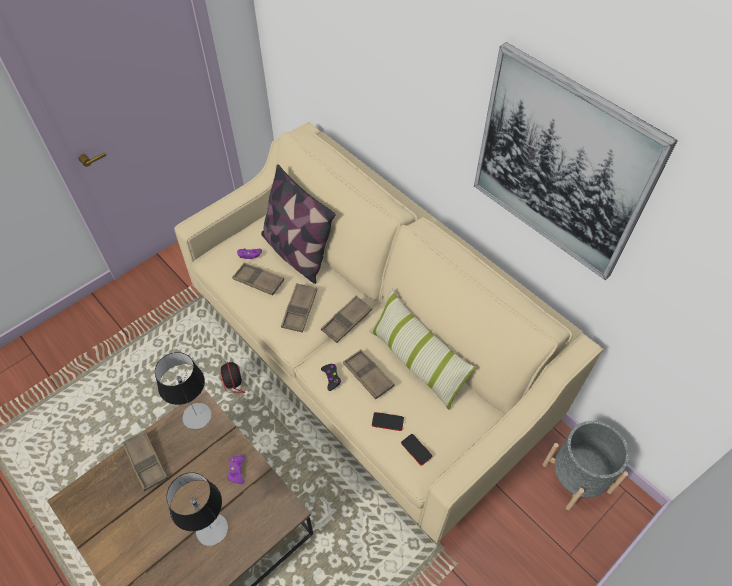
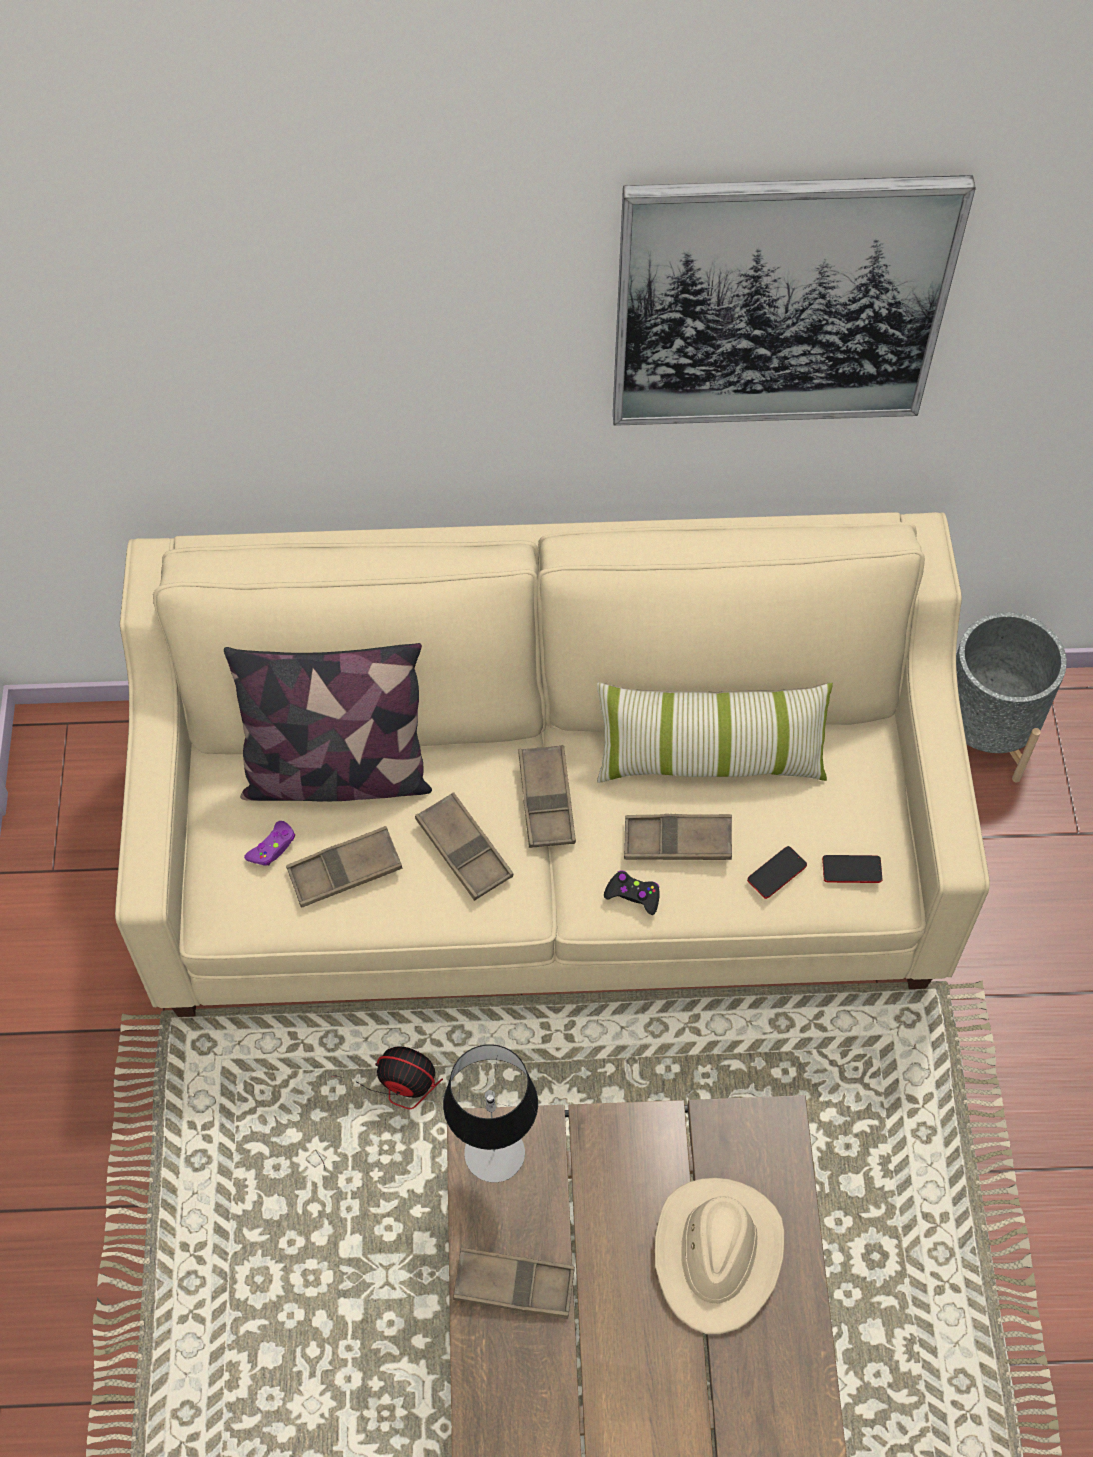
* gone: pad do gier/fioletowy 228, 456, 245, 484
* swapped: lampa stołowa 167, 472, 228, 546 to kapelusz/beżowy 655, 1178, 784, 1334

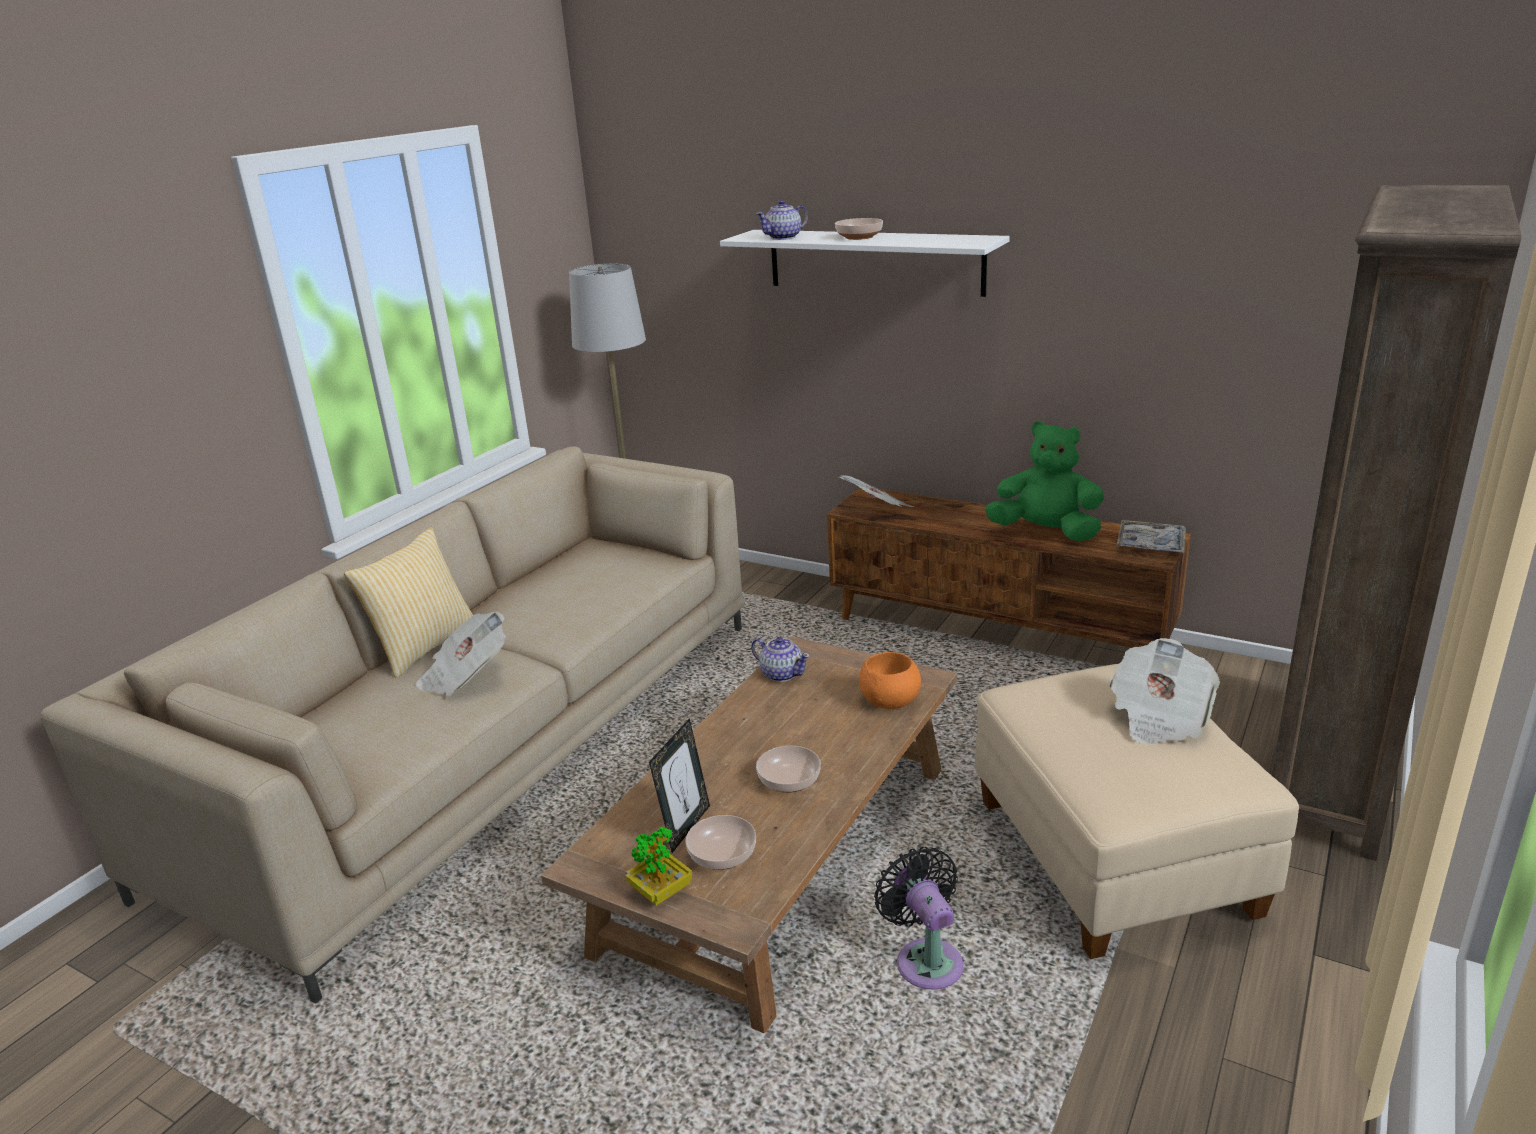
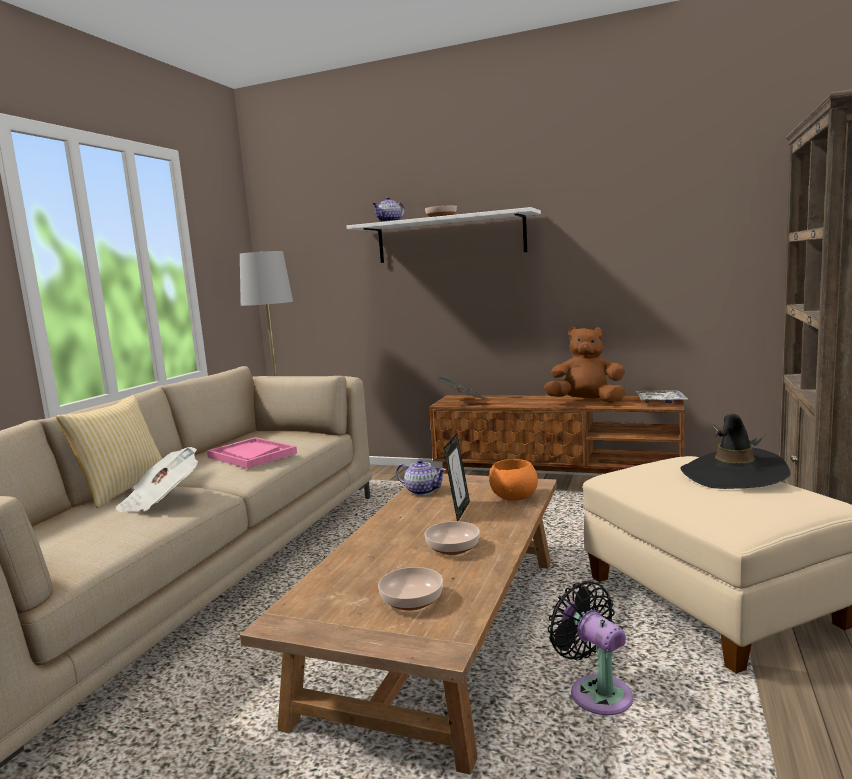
* gone: roślina doniczkowa 625, 826, 693, 906
* new: taca/różowy 207, 437, 297, 469
* shifted: ramka na zdjęcie 649, 718, 710, 853 to 443, 434, 470, 521
* swapped: gazeta 1110, 638, 1220, 744 to kapelusz/czarny 680, 414, 791, 489
* repainted: pluszak/zielony 985, 421, 1104, 542 to pluszak/brązowy 544, 327, 626, 403

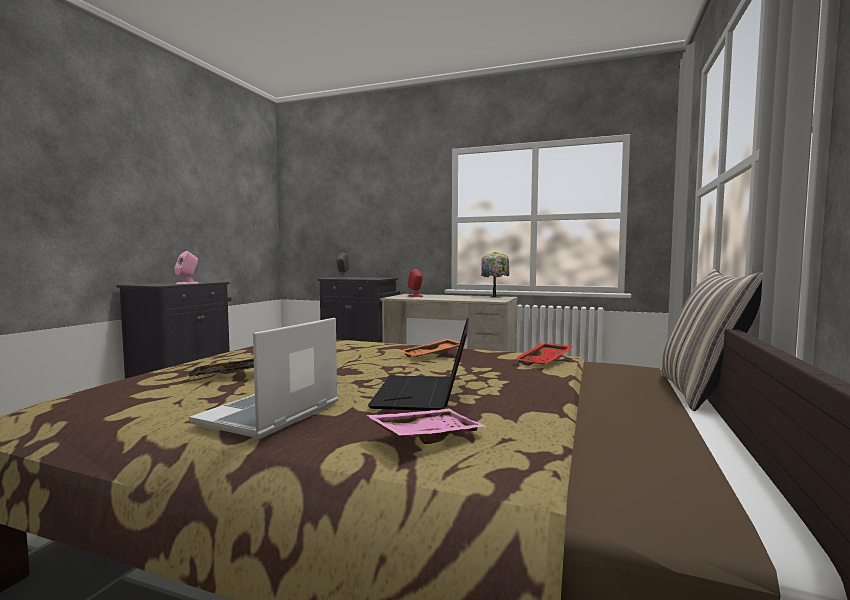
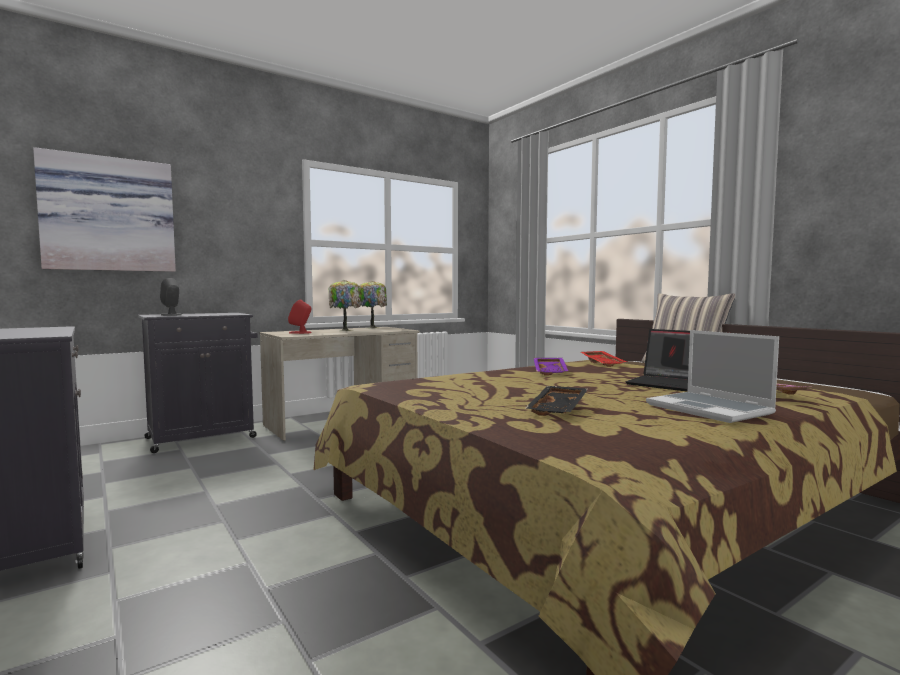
* gone: głośnik/różowy 174, 251, 199, 284
* new: obraz 33, 147, 176, 272
* new: lampa stołowa 329, 280, 361, 331
* repainted: taca/pomarańczowy 401, 339, 460, 358 to taca/fioletowy 534, 358, 568, 376

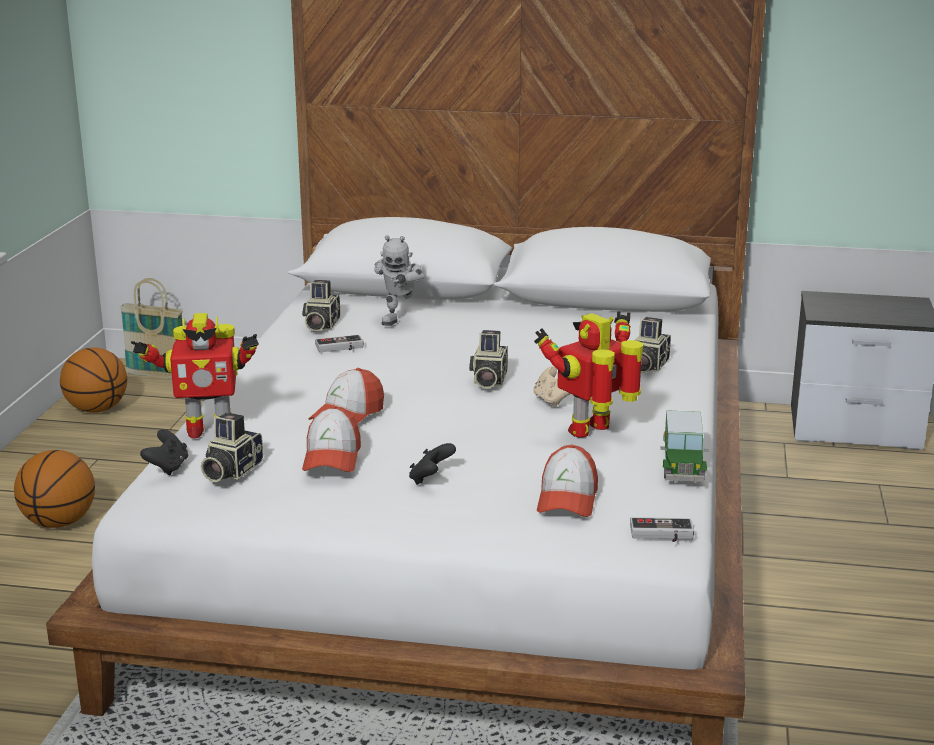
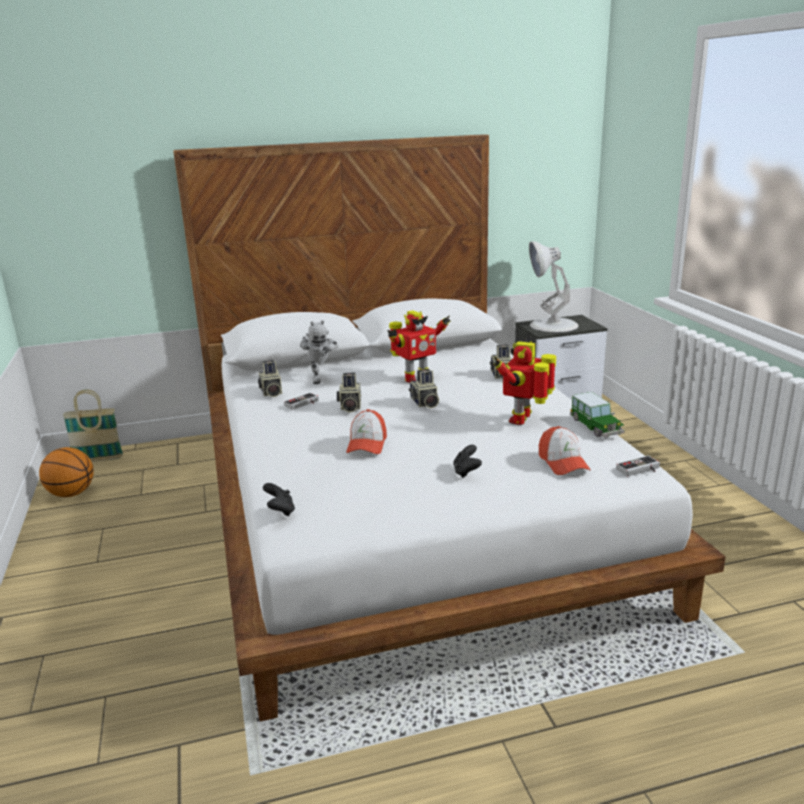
* gone: piłka do koszykówki 14, 450, 95, 528
* gone: czapka z daszkiem 302, 406, 361, 472
* gone: pad do gier/beżowy 534, 367, 571, 407
* new: lampa stołowa/biały 529, 241, 579, 333
* shifted: robot zabawkowy 131, 313, 259, 439 to 388, 310, 450, 383
* shifted: aparat fotograficzny 201, 412, 263, 482 to 337, 373, 361, 412

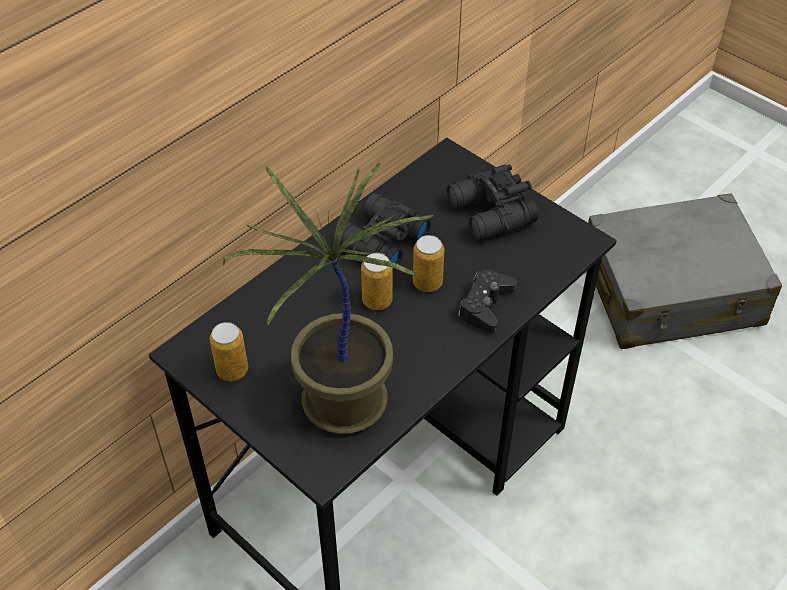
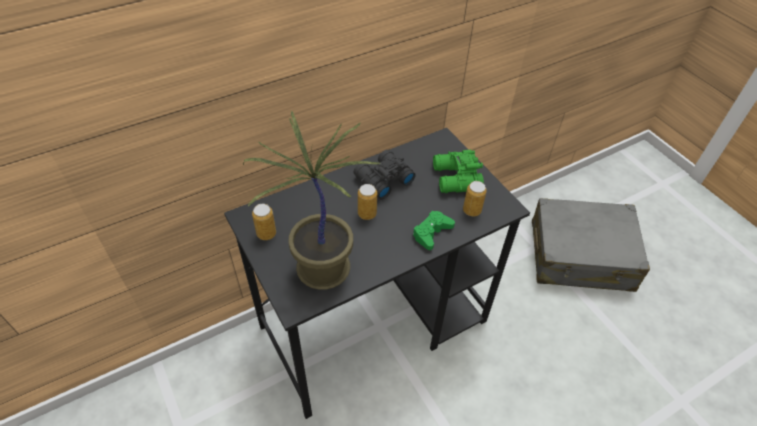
* shifted: puszka 413, 235, 444, 292 to 463, 181, 487, 216
* repainted: lornetka/czarny 447, 164, 538, 241 to lornetka/zielony 433, 150, 484, 193
* repainted: pad do gier/czarny 458, 270, 517, 332 to pad do gier/zielony 413, 211, 455, 250

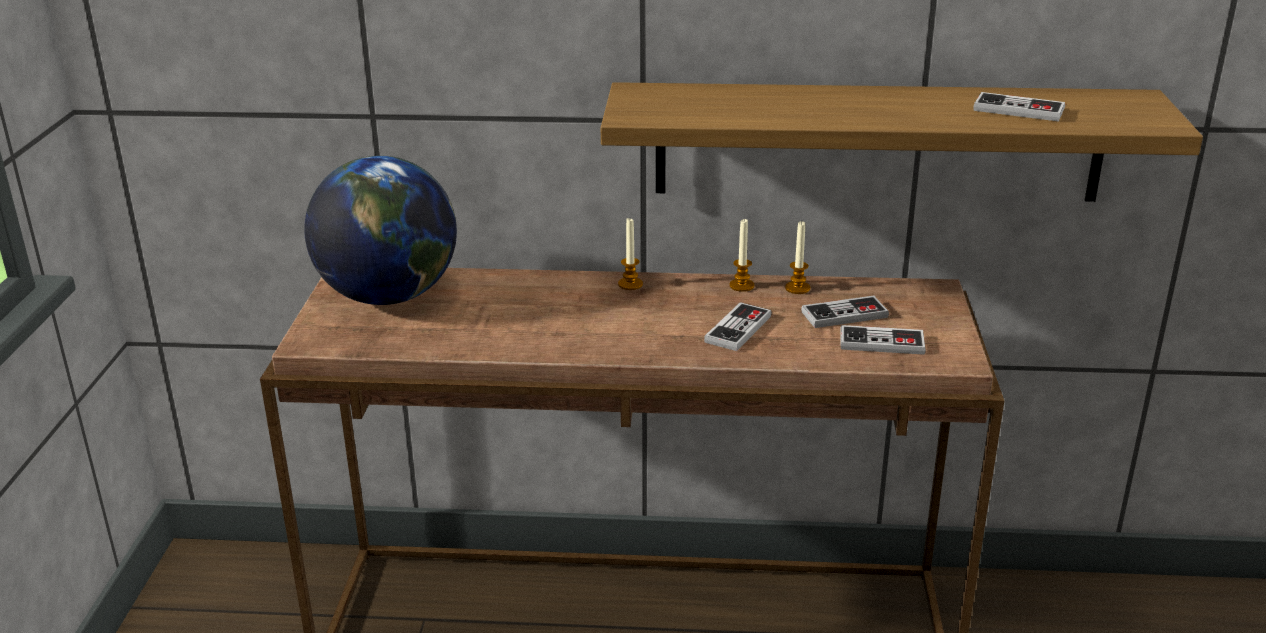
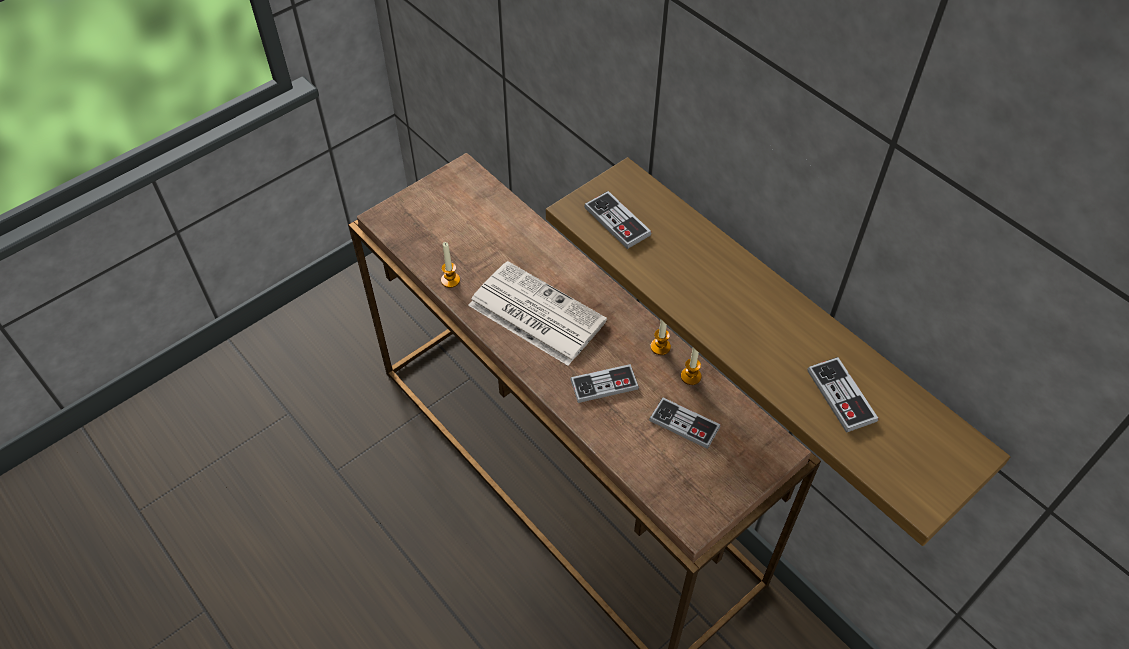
* gone: globus 304, 156, 457, 305
* new: gazeta 468, 261, 607, 366
* shifted: świeca 618, 218, 643, 290 to 441, 242, 460, 288
* shifted: pad do gier 840, 325, 926, 355 to 584, 191, 652, 249

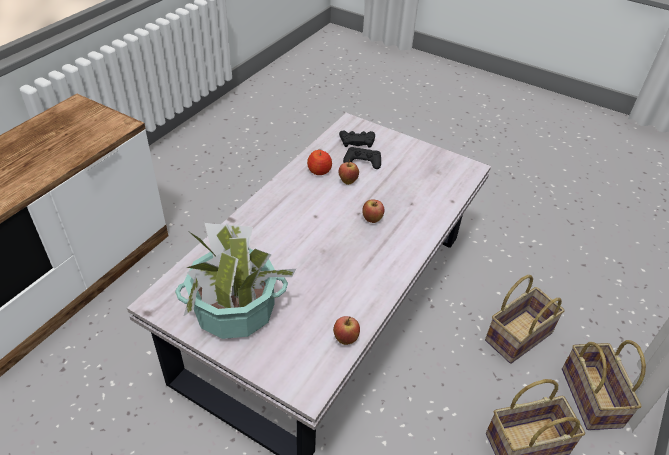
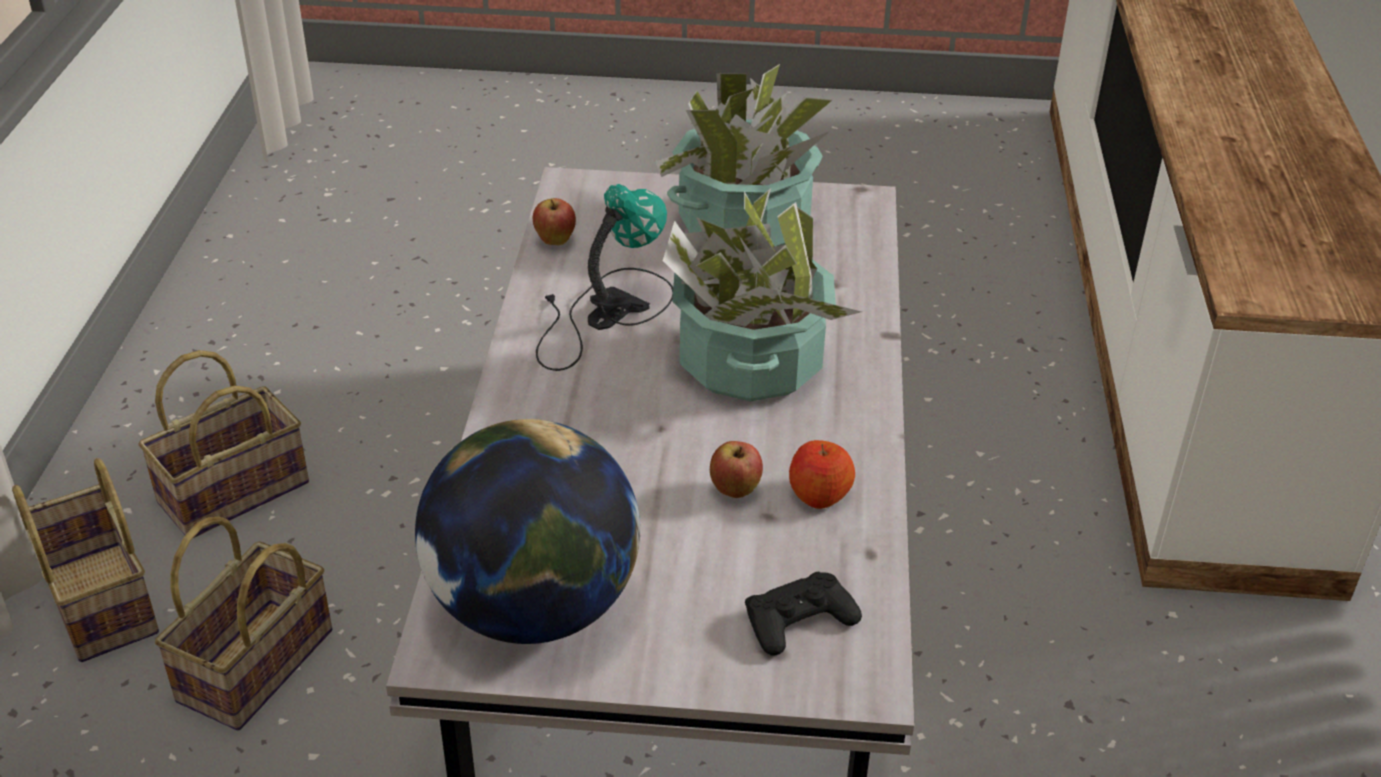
* gone: pad do gier/czarny 343, 147, 381, 169
* gone: jabłko 362, 199, 384, 223
* new: globus 415, 419, 640, 644
* new: lampa stołowa 536, 184, 673, 371
* new: roślina doniczkowa 663, 188, 862, 402

